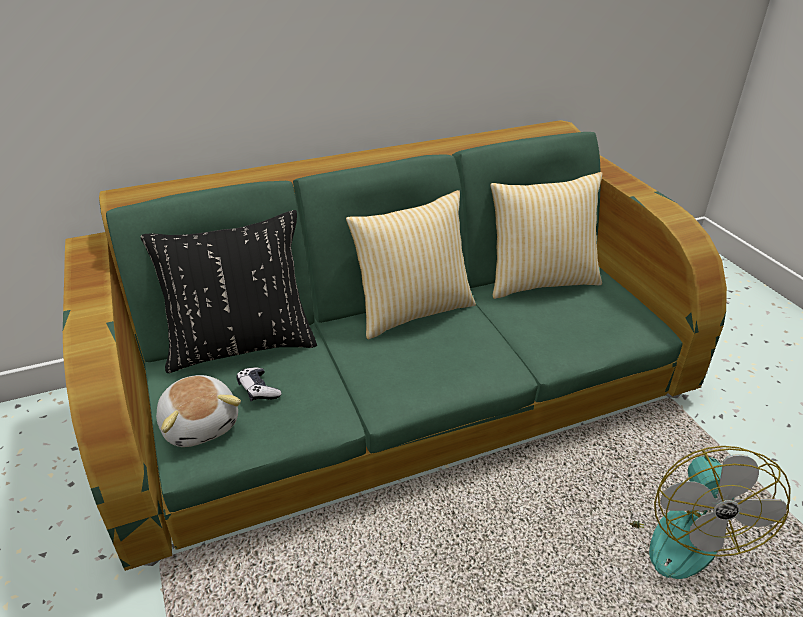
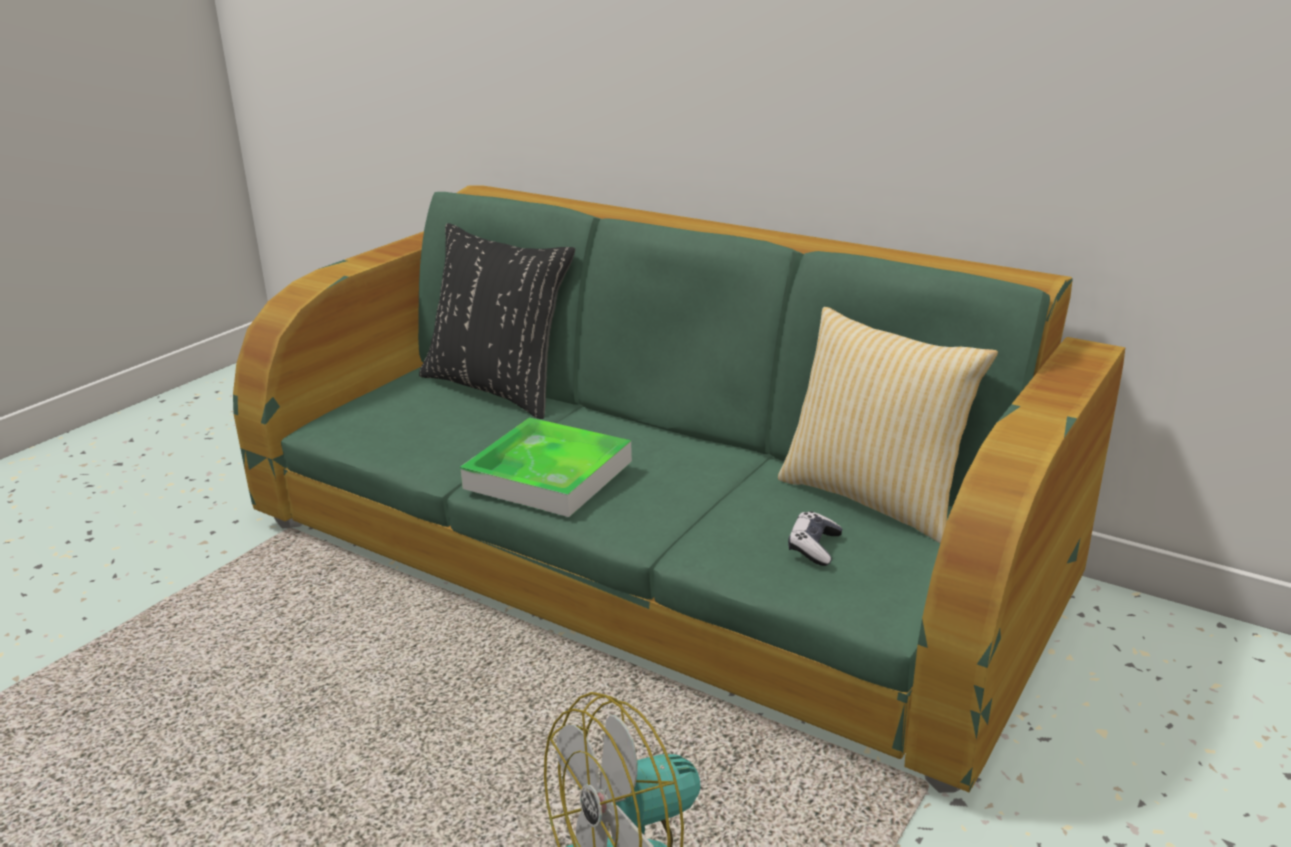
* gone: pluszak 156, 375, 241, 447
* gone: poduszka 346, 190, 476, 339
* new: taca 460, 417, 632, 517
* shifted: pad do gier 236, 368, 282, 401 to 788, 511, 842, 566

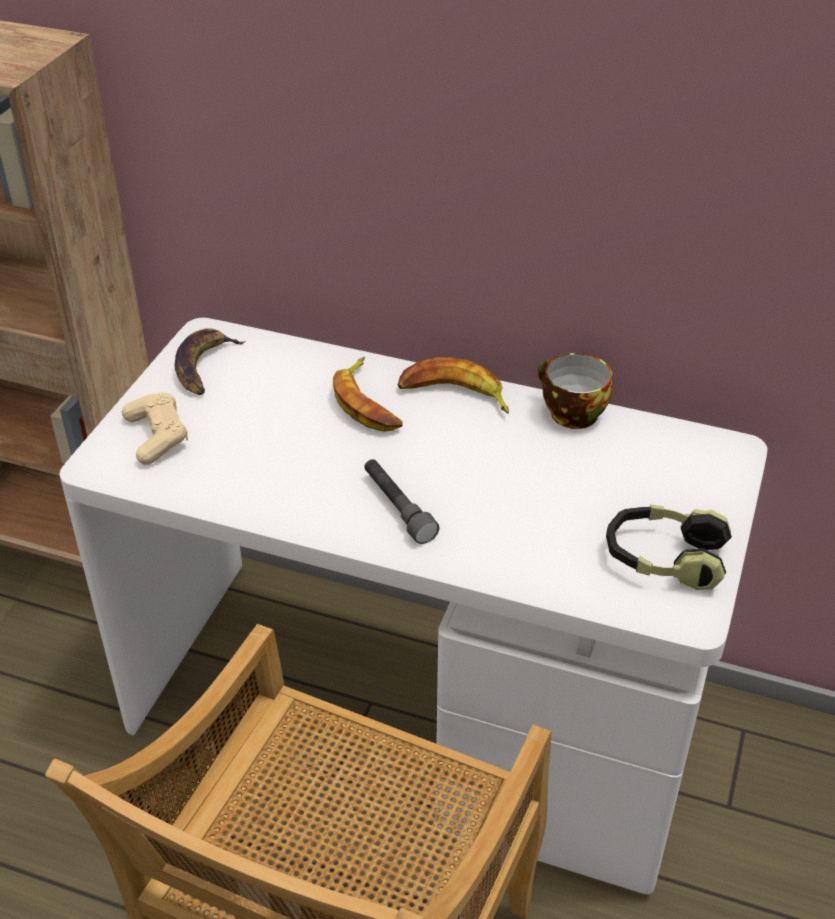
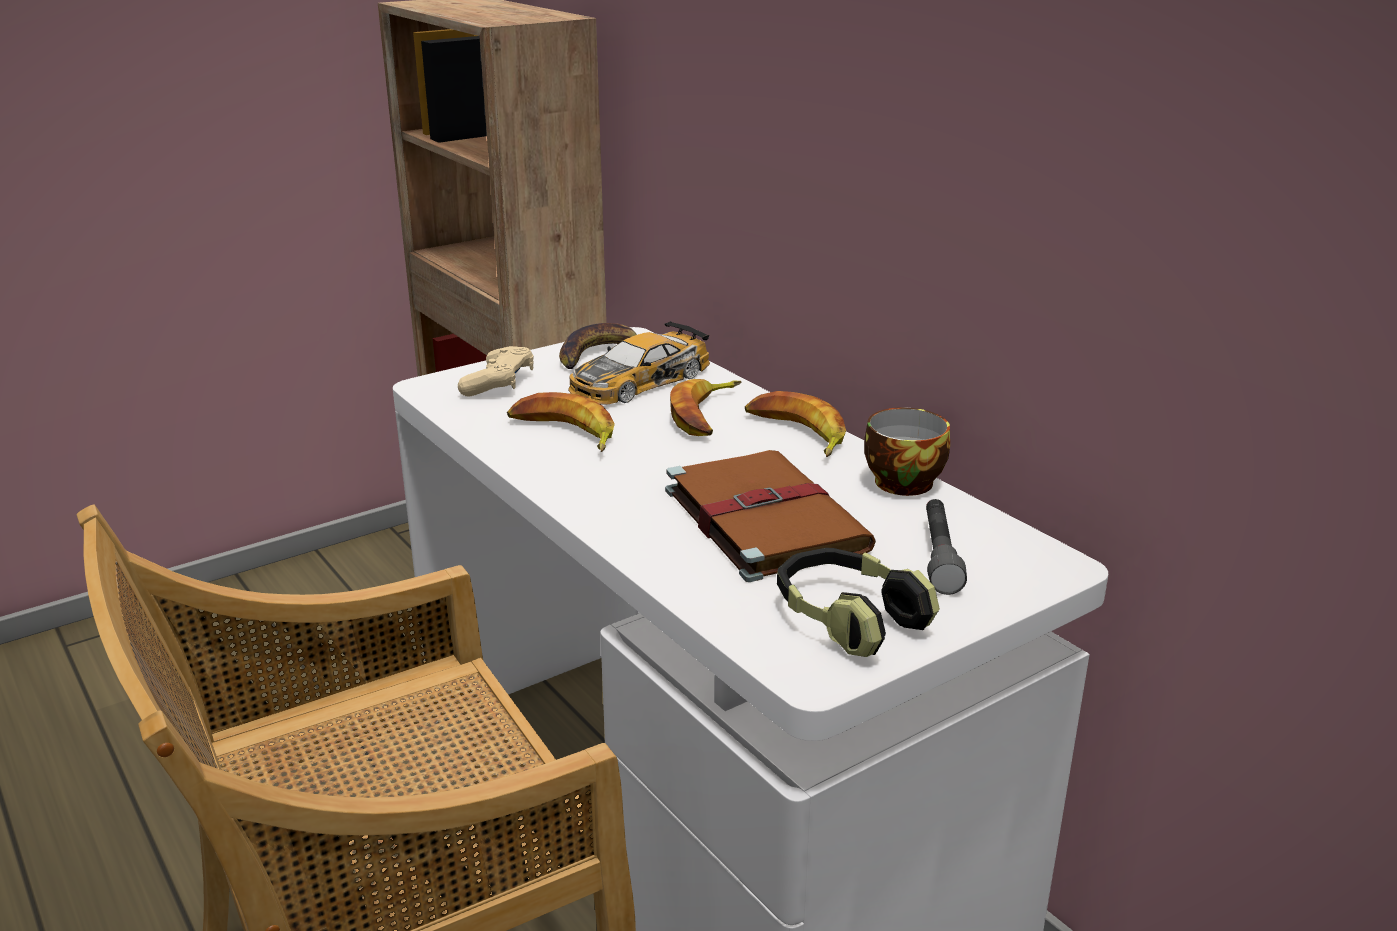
* new: banan 507, 392, 615, 452
* new: samochodzik 568, 321, 710, 405
* new: książka/brązowy 665, 450, 876, 582
* shifted: latarka/szary 364, 459, 439, 544 to 926, 499, 967, 595

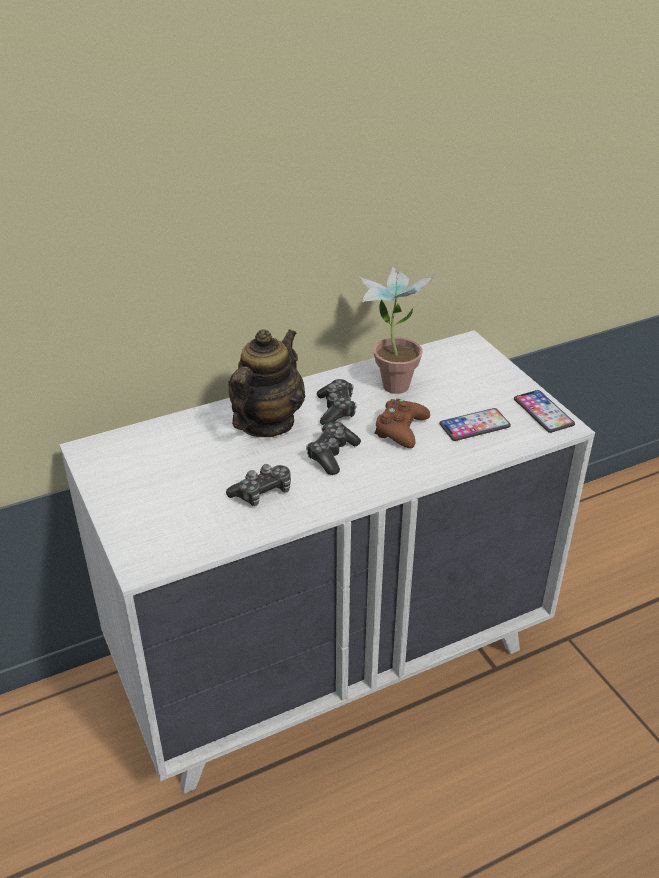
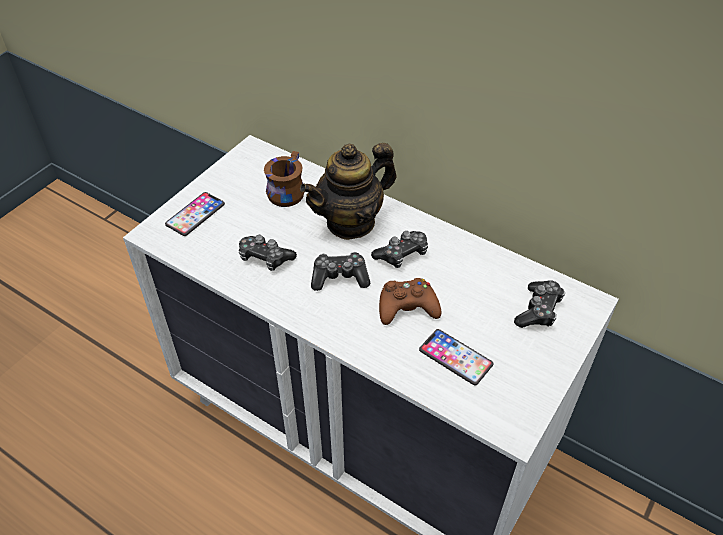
* gone: roślina doniczkowa 359, 267, 435, 394
* new: kubek/brązowy 264, 151, 304, 207
* new: pad do gier 514, 280, 565, 328
* shifted: telefon 514, 390, 575, 433 to 165, 192, 225, 236
* rotated: imbryk 228, 329, 305, 437 = 300, 143, 397, 240 150 degrees clockwise

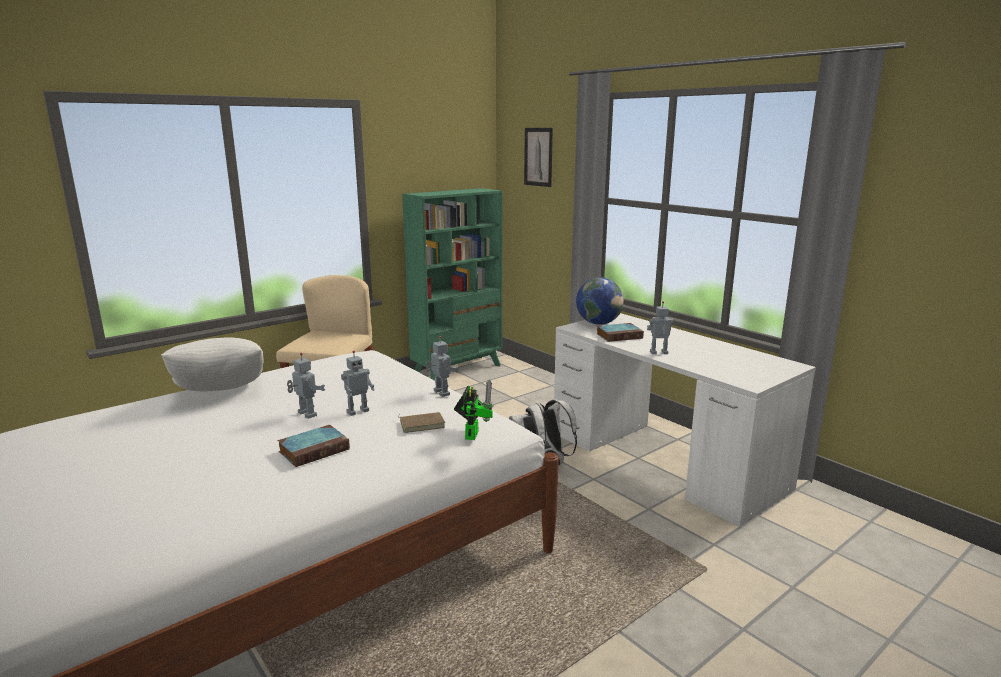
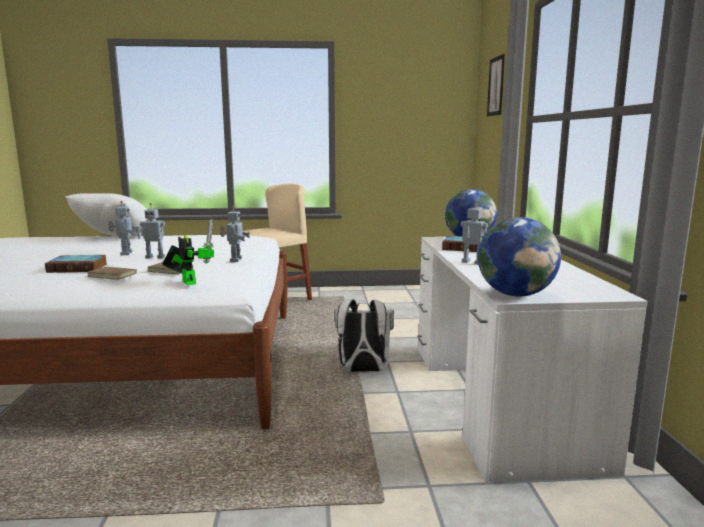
* gone: regał/zielony 402, 188, 502, 381
* new: książka/brązowy 87, 265, 137, 280
* new: globus 478, 217, 561, 297
* rotated: robot zabawkowy 454, 379, 494, 440 = 162, 219, 214, 285 75 degrees counterclockwise

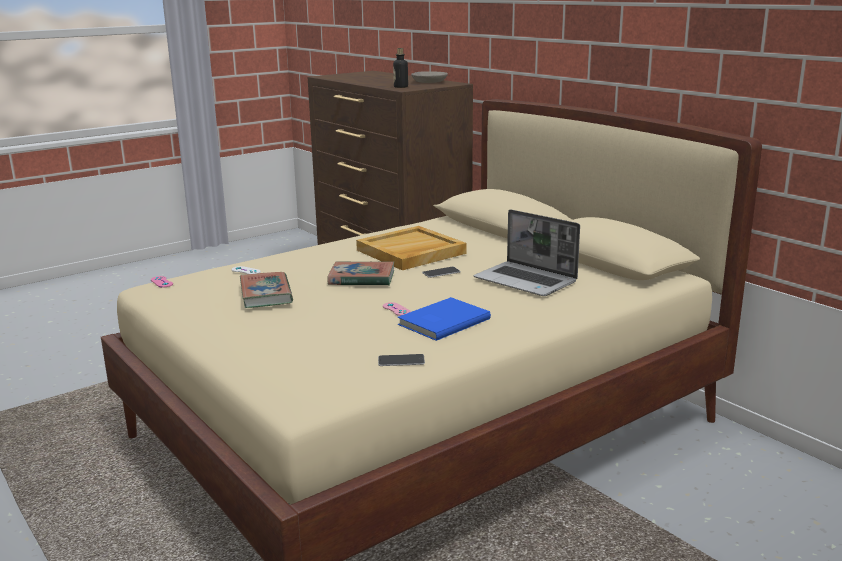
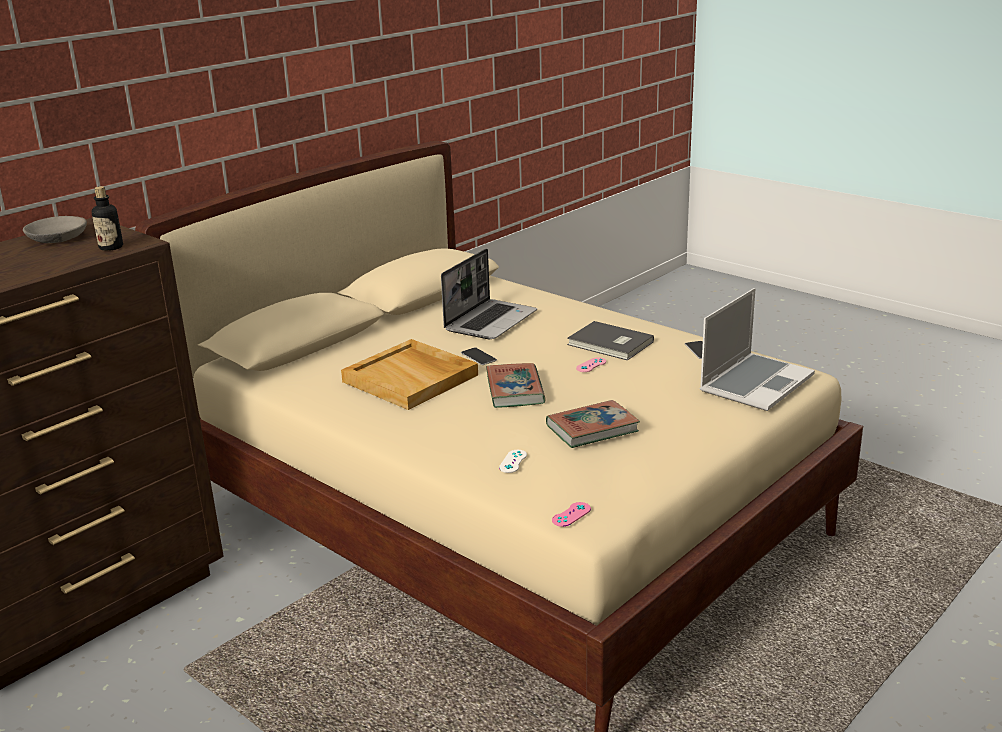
* new: laptop 700, 288, 815, 411
* repainted: książka/niebieski 397, 297, 491, 341 to książka/szary 567, 321, 654, 361

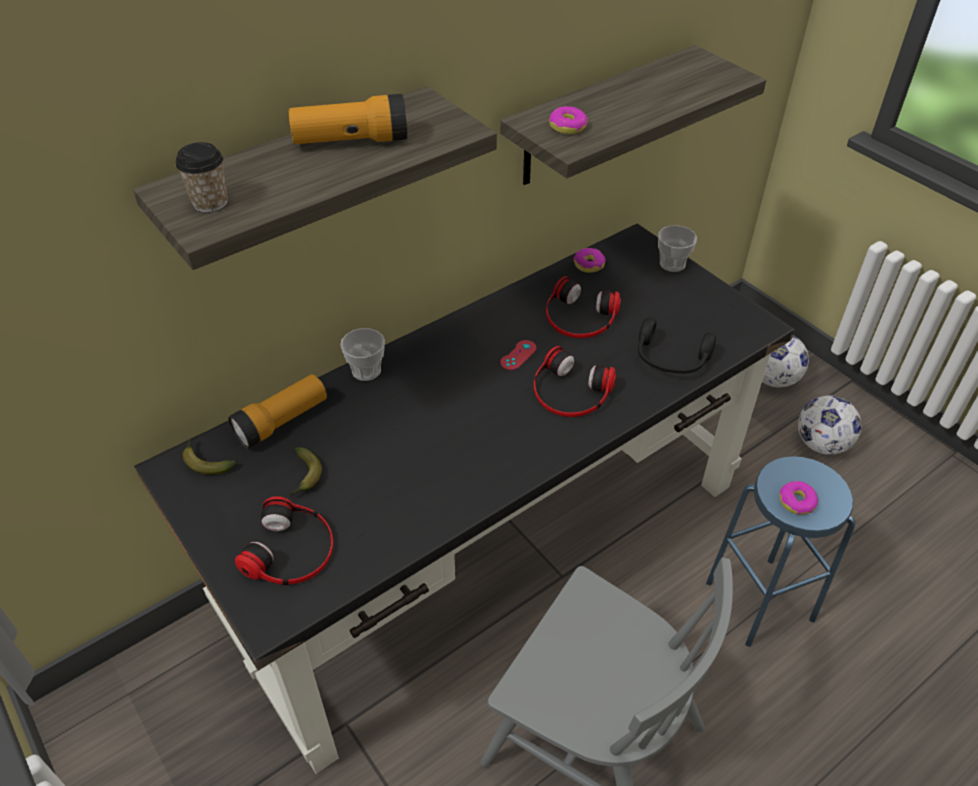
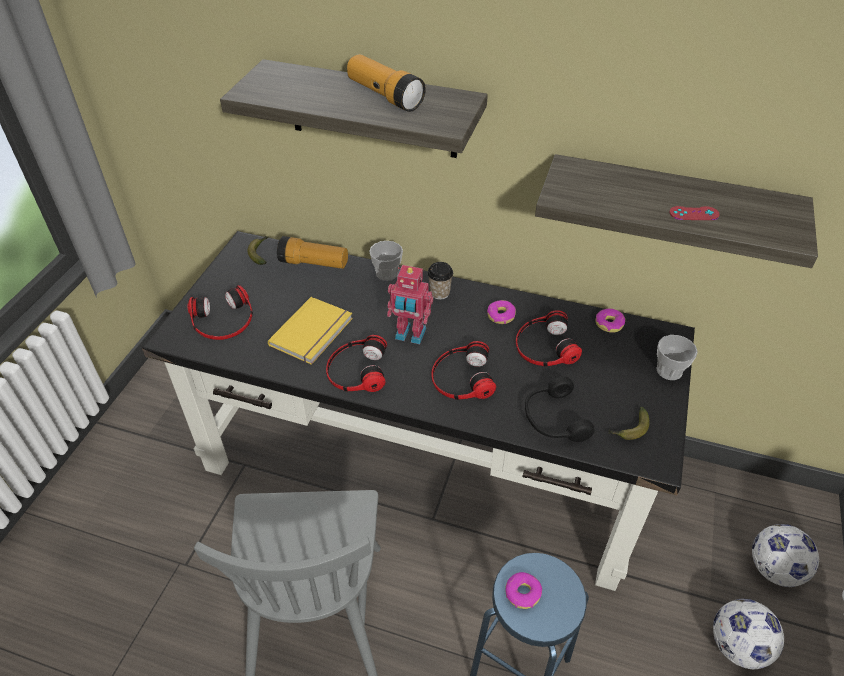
* new: książka/żółty 268, 297, 353, 365
* new: słuchawki 326, 335, 387, 392
* new: robot zabawkowy 387, 265, 433, 344
* shifted: filiżanka 176, 142, 228, 212 to 427, 262, 453, 300
* shifted: banan 289, 447, 322, 497 to 608, 407, 650, 440
* shifted: pad do gier/czerwony 500, 340, 537, 370 to 669, 206, 720, 220
* shifted: donut 549, 106, 588, 134 to 487, 300, 516, 324

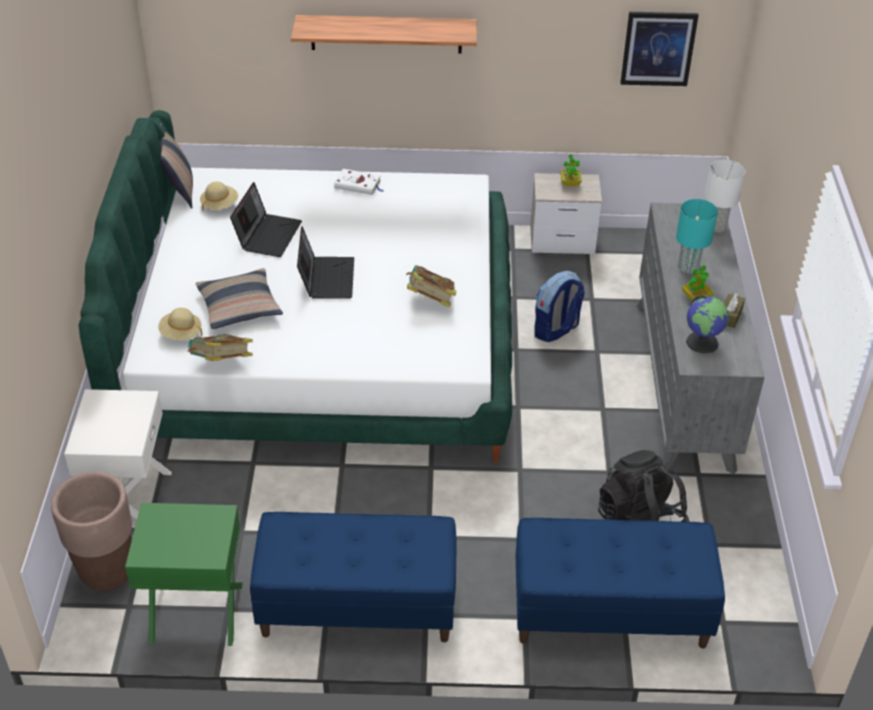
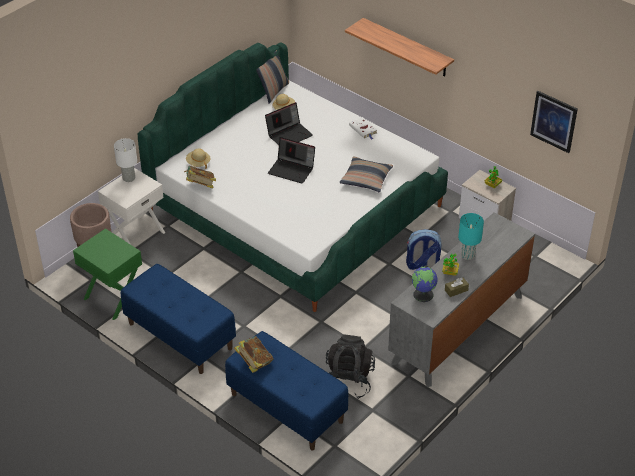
* shifted: poduszka 195, 268, 283, 329 to 339, 156, 393, 192
* shifted: książka 406, 265, 456, 307 to 234, 336, 273, 373
* shifted: lampa stołowa/biały 705, 160, 745, 233 to 114, 138, 137, 182
* rotated: laptop 297, 226, 354, 299 = 268, 137, 315, 183 75 degrees clockwise

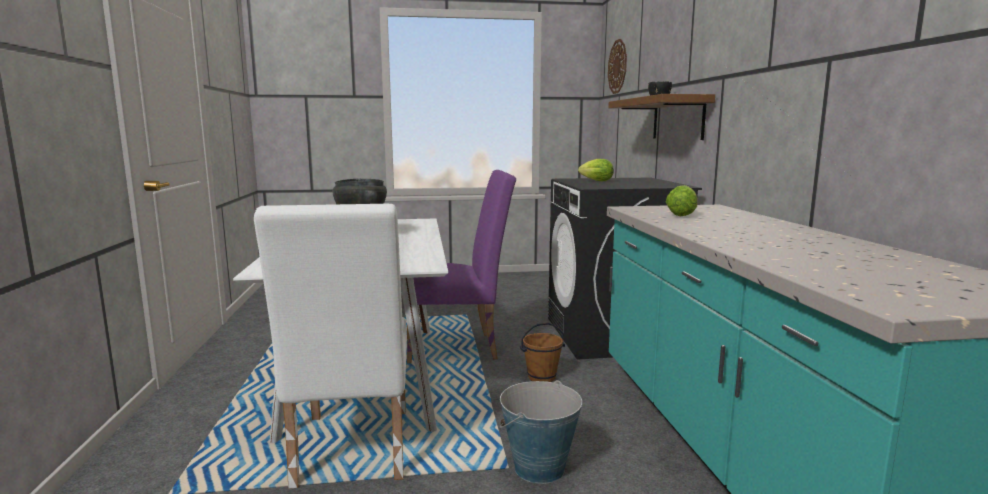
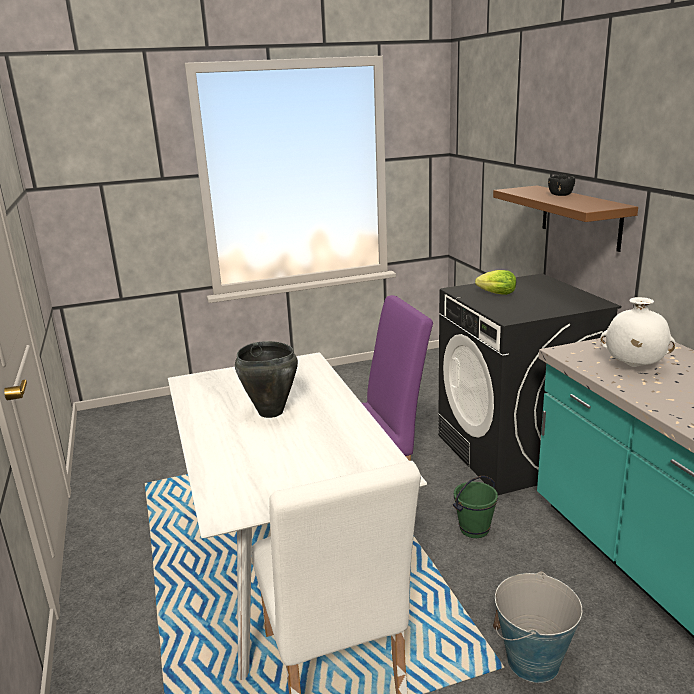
* gone: zegar ścienny 608, 39, 627, 94
* swapped: sałata 666, 185, 697, 217 to wazon/biały 600, 297, 676, 367
* repainted: wiadro/brązowy 520, 323, 565, 382 to wiadro/zielony 453, 476, 498, 538

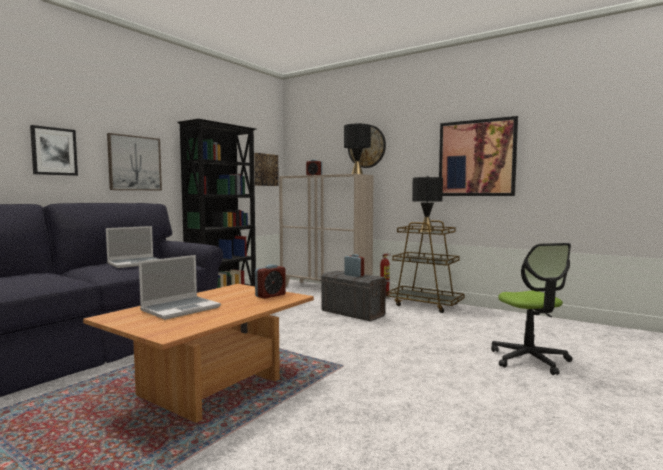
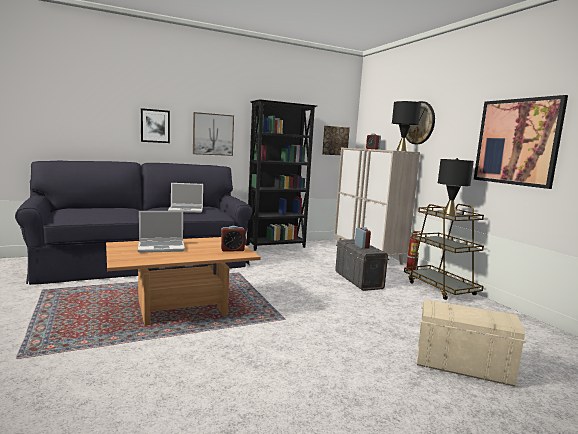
* swapped: krzesło biurowe 491, 243, 572, 375 to pojemnik do przechowywania/beżowy 417, 299, 526, 387

